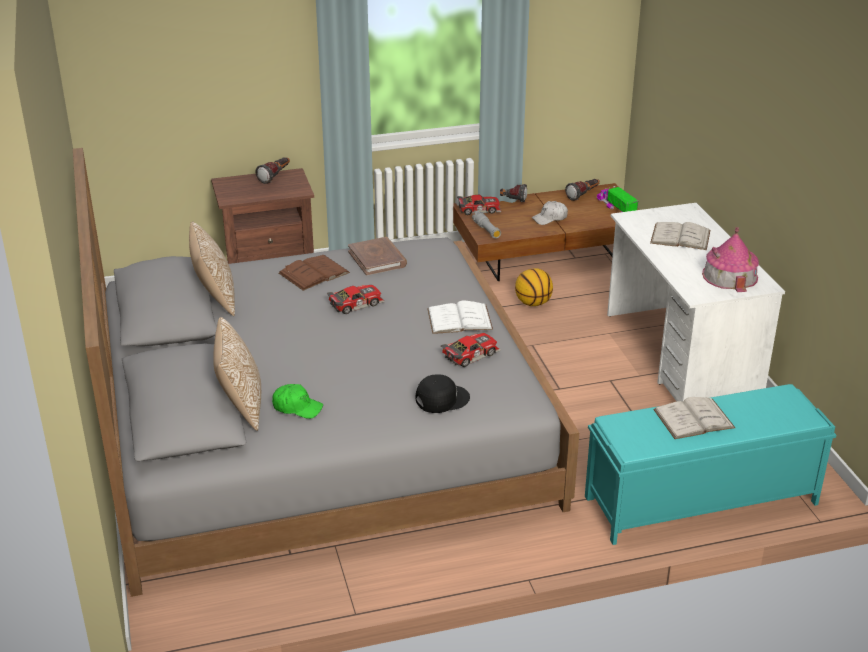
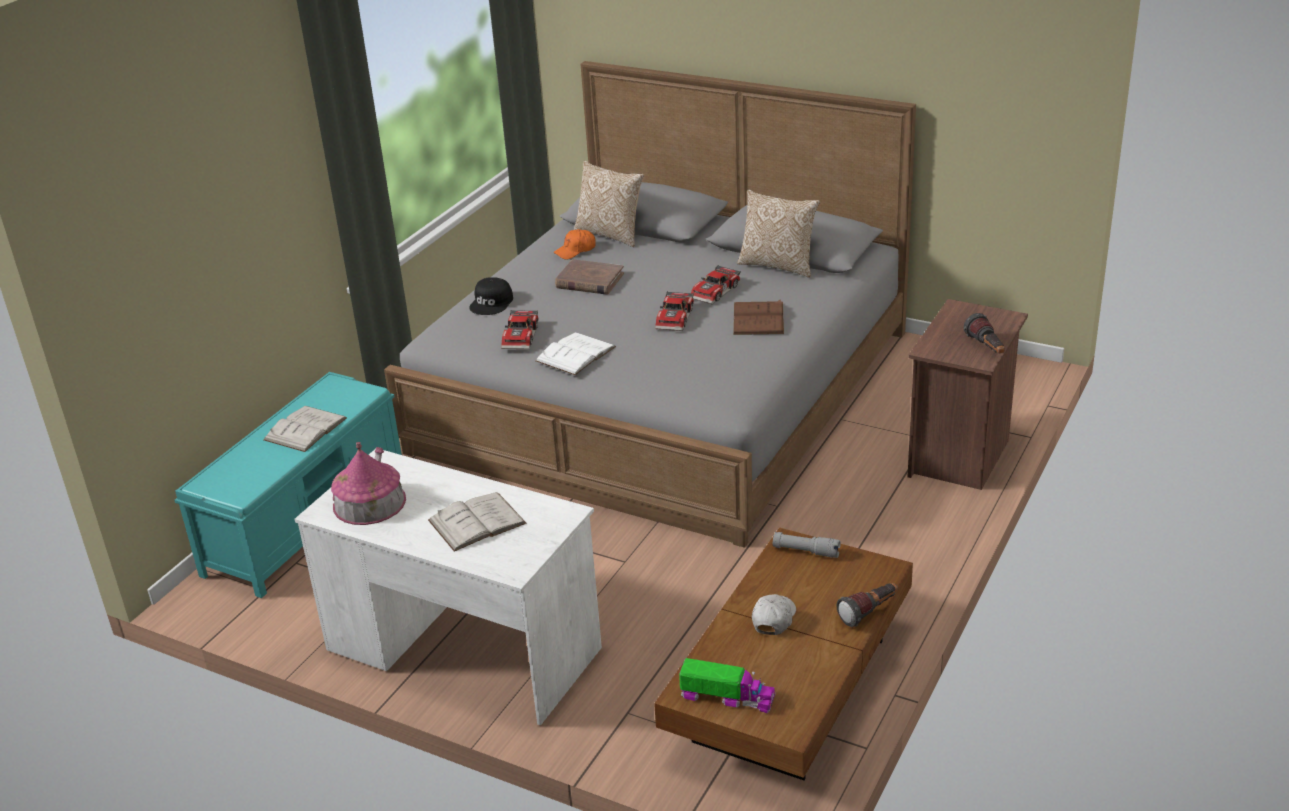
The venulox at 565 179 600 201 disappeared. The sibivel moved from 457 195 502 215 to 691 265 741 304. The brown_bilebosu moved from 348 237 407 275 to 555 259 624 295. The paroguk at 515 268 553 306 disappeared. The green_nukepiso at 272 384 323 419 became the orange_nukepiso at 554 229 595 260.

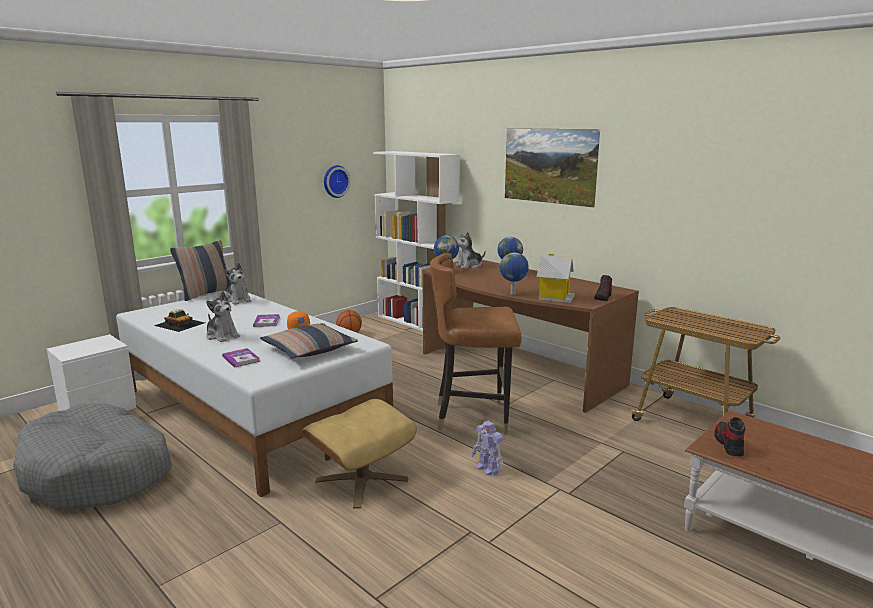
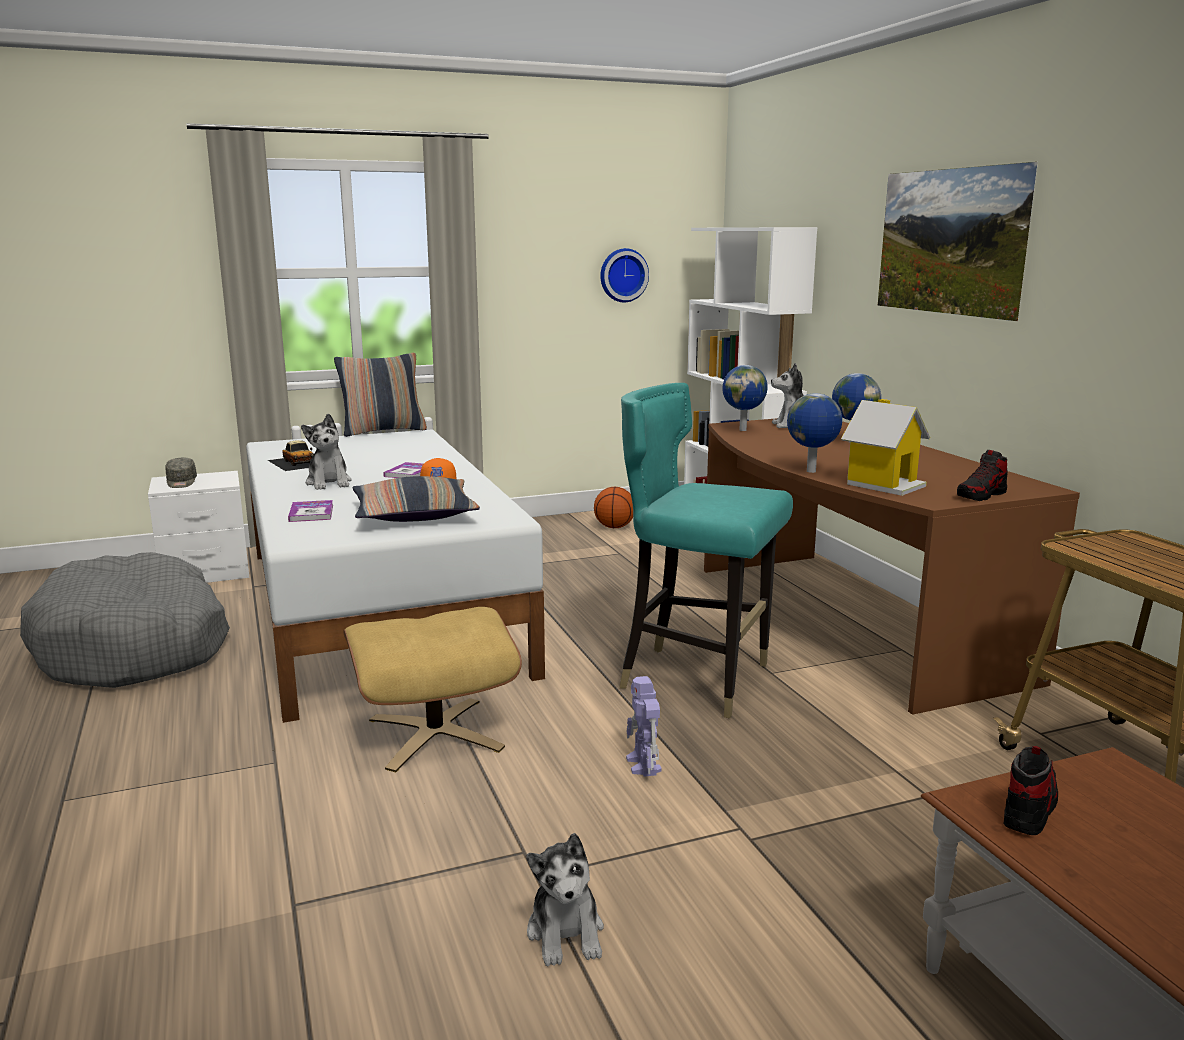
The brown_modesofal at 430 253 522 434 became the turquoise_modesofal at 619 383 793 719. The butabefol moved from 224 263 252 305 to 527 833 604 967. The grey_nukepiso at 166 458 197 488 appeared.

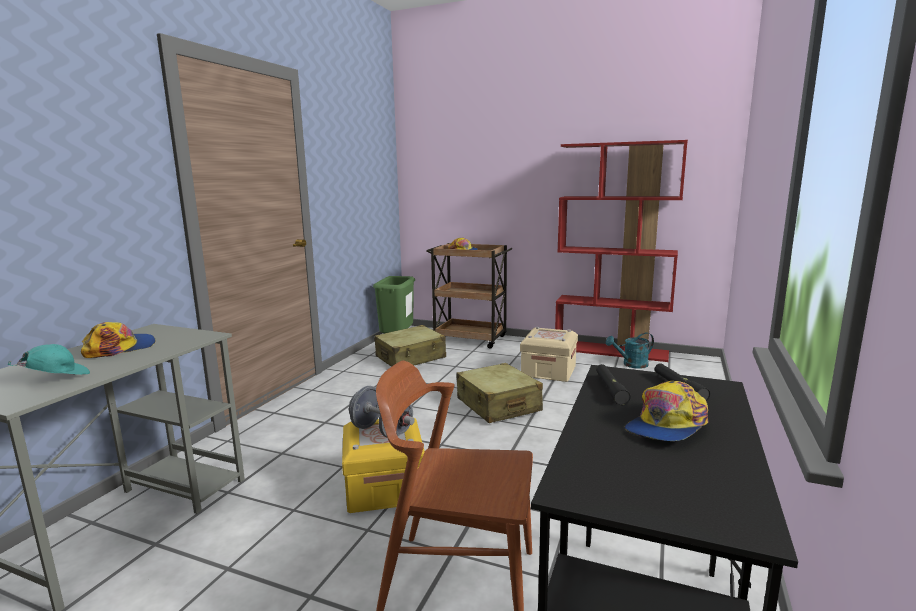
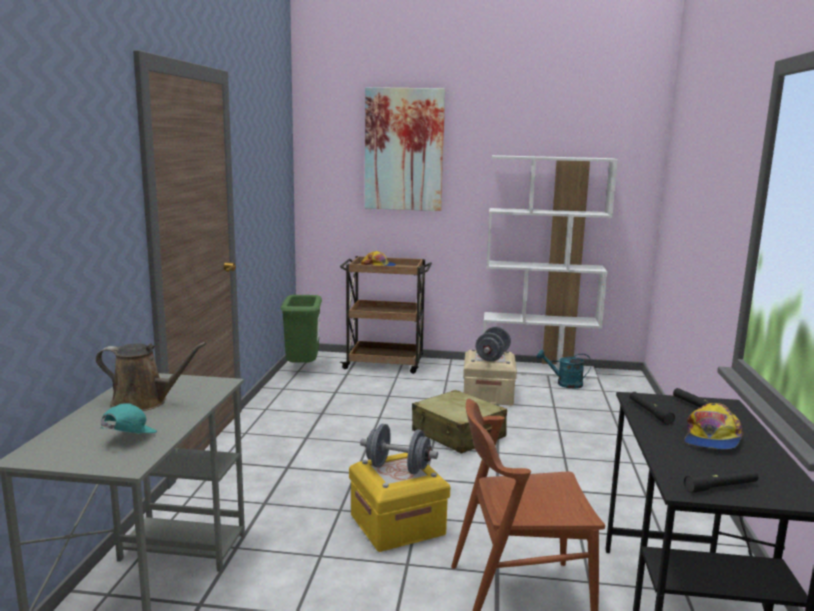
The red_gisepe at 555 140 688 362 became the white_gisepe at 483 155 618 379. The nukepiso at 81 322 156 358 was replaced by the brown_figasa at 96 342 207 411. The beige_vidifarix at 374 325 446 367 disappeared. The turquoise_figasa at 606 332 654 369 turned 45 degrees clockwise. The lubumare at 365 87 445 211 appeared. The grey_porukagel at 476 326 511 361 appeared. The black_venulox at 684 470 759 493 appeared.

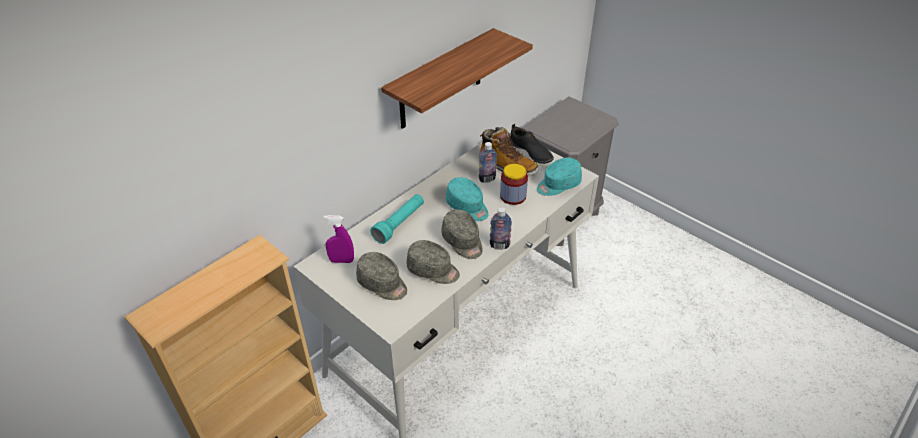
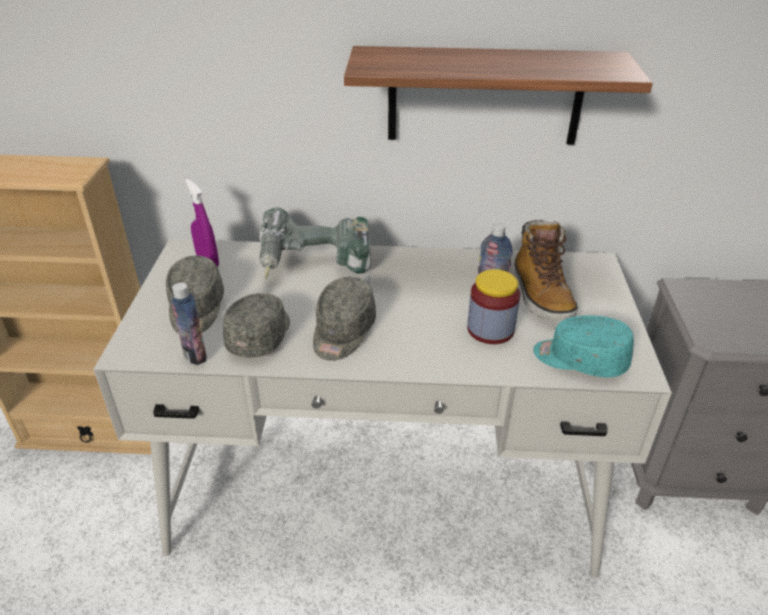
The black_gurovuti at 509 124 554 164 disappeared. The turquoise_nukepiso at 446 177 488 221 disappeared. The turquoise_venulox at 370 194 424 244 was replaced by the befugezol at 259 207 371 284. The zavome moved from 490 207 512 250 to 171 283 207 365. The grey_nukepiso at 407 240 460 284 turned 150 degrees counterclockwise.

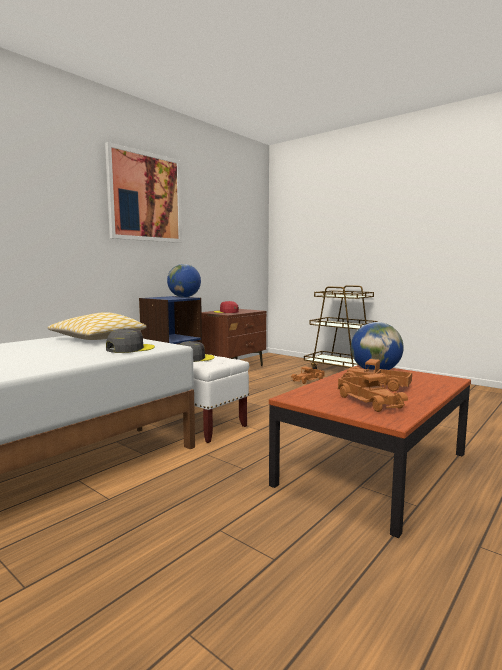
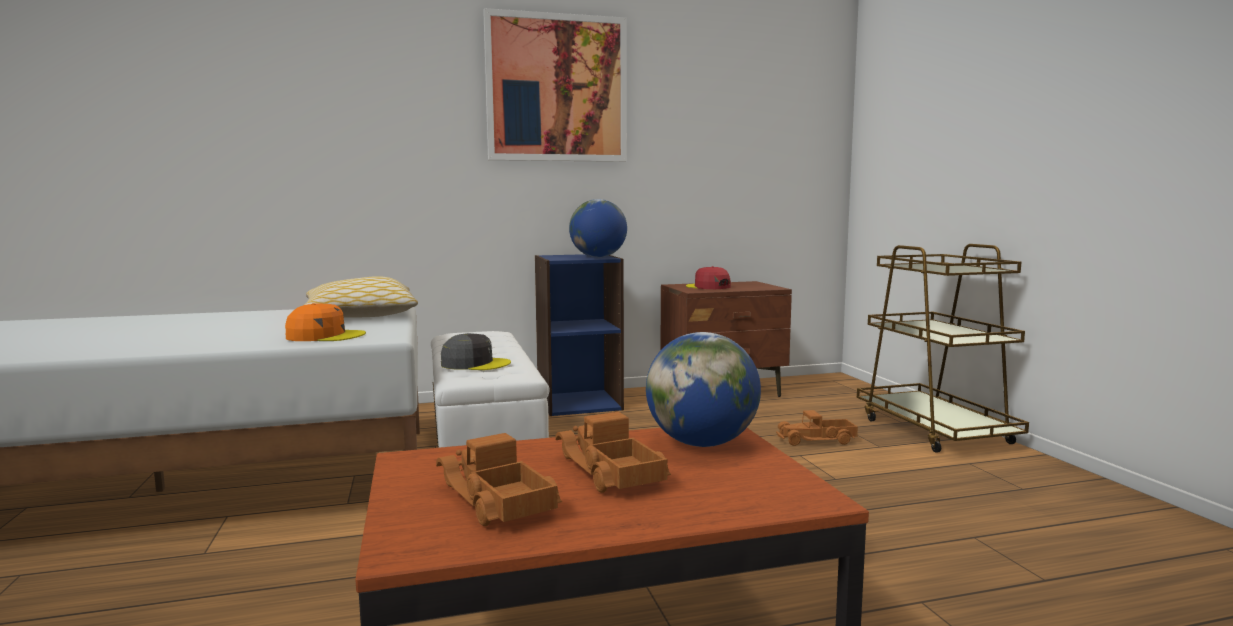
The grey_nukepiso at 106 328 155 353 became the orange_nukepiso at 285 303 366 341. The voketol at 338 374 408 412 turned 135 degrees clockwise.

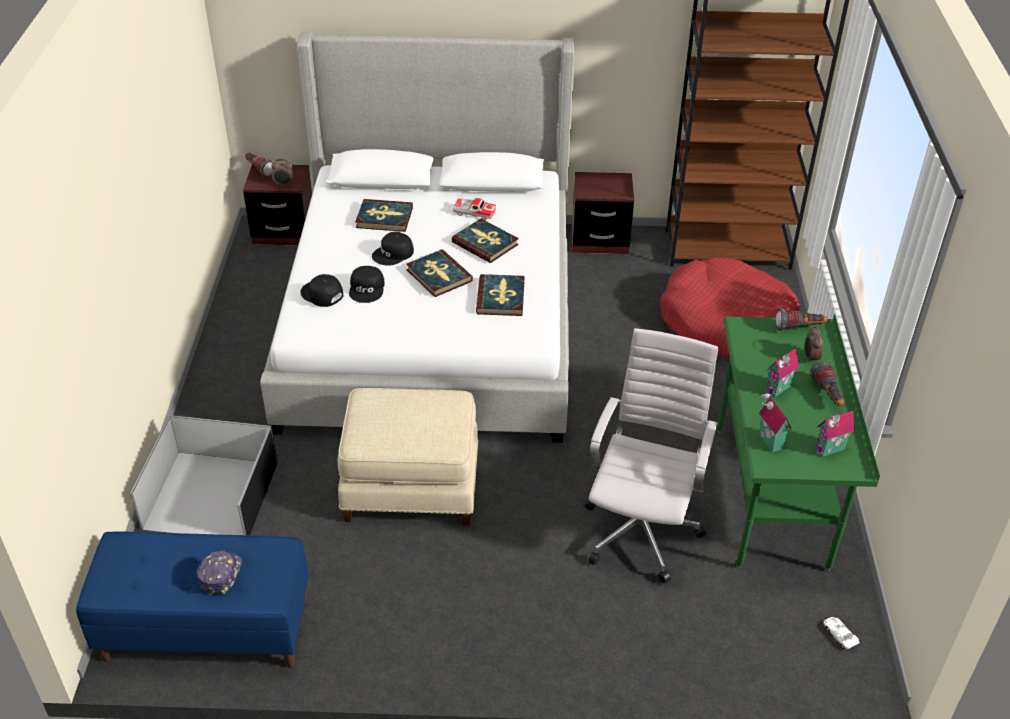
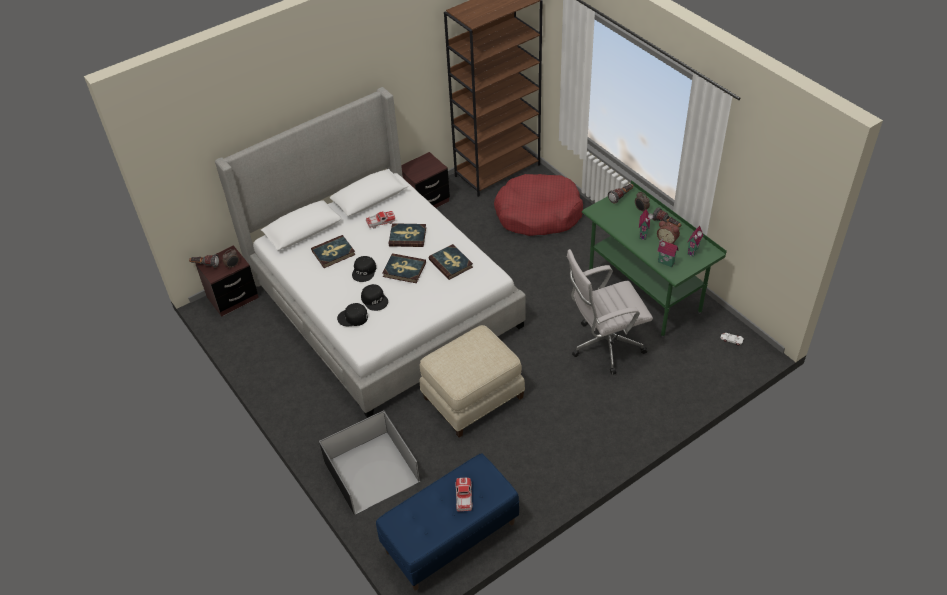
The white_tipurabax at 585 328 718 584 turned 90 degrees counterclockwise. The nukepiso at 196 550 242 595 was replaced by the sibivel at 456 478 473 511. The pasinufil at 657 221 680 244 appeared.

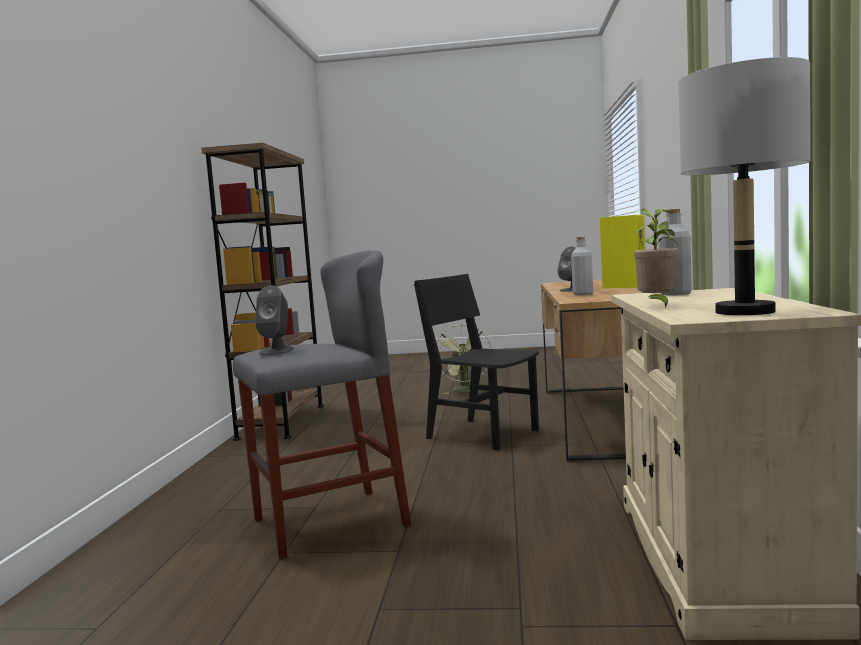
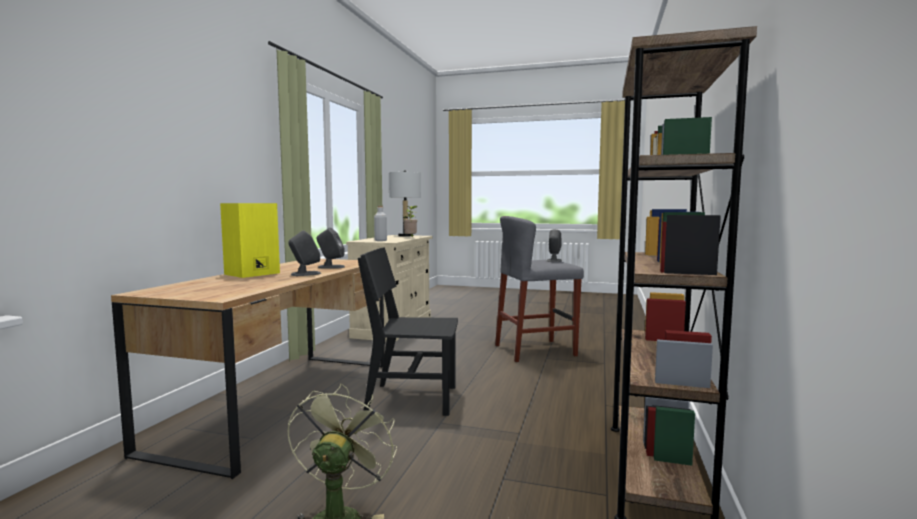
The grey_zavome at 571 237 593 295 was replaced by the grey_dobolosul at 317 228 345 269. The black_modesofal at 414 274 539 451 turned 135 degrees clockwise.

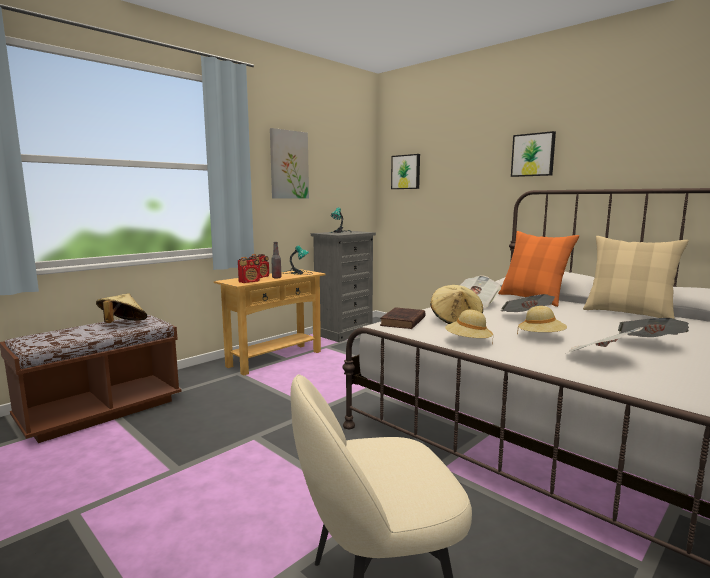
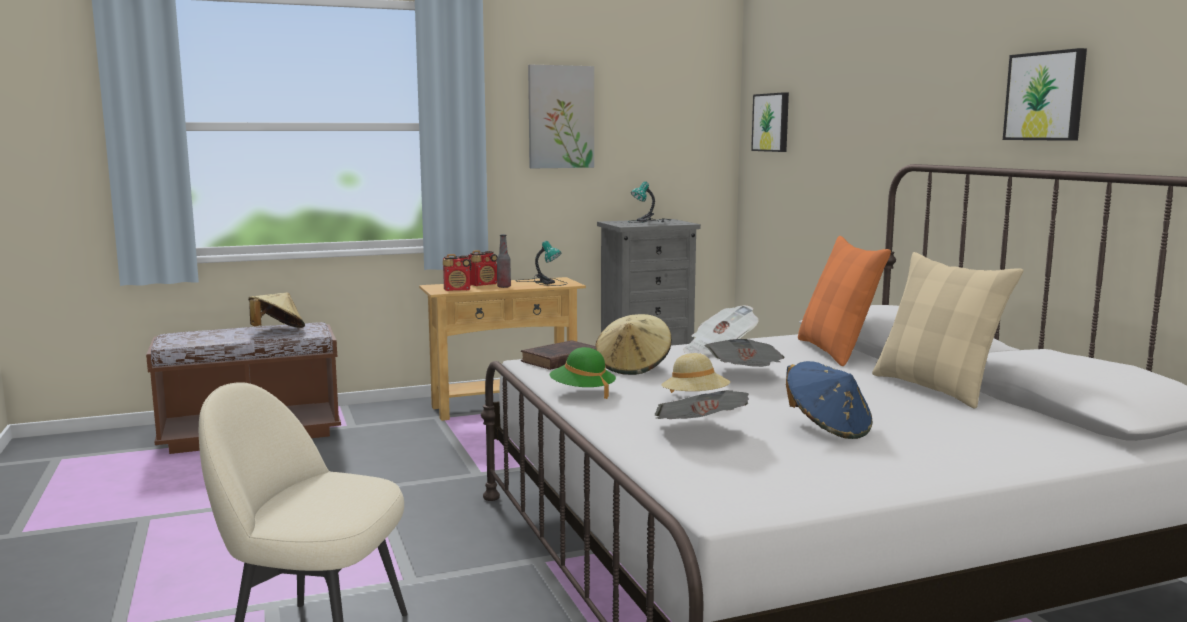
The lubumare moved from 511 131 556 177 to 1003 48 1087 141. The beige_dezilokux at 445 310 493 338 became the green_dezilokux at 550 347 616 399. The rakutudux at 618 318 689 337 was replaced by the blue_dezilokux at 786 361 872 439.

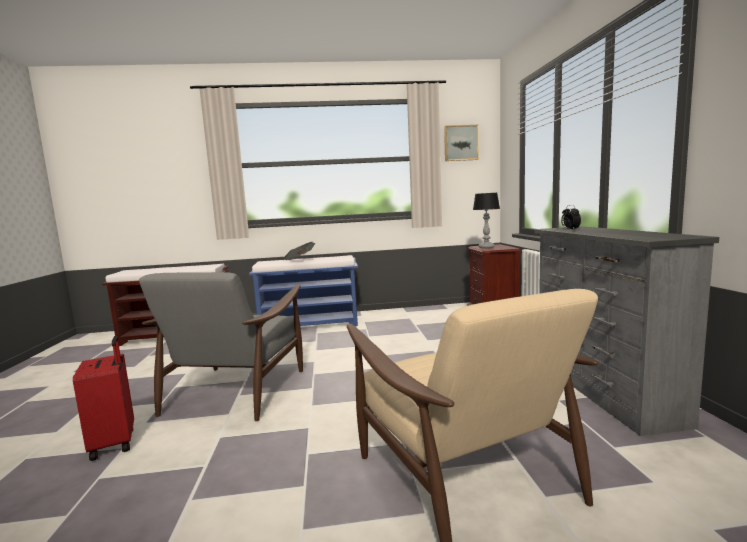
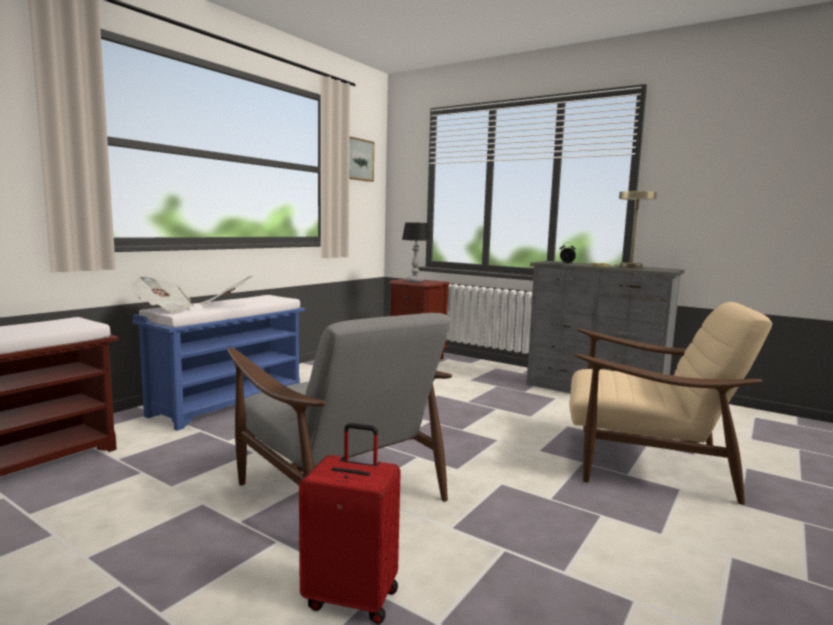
The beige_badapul at 592 191 657 269 appeared. The rakutudux at 131 277 194 313 appeared.

